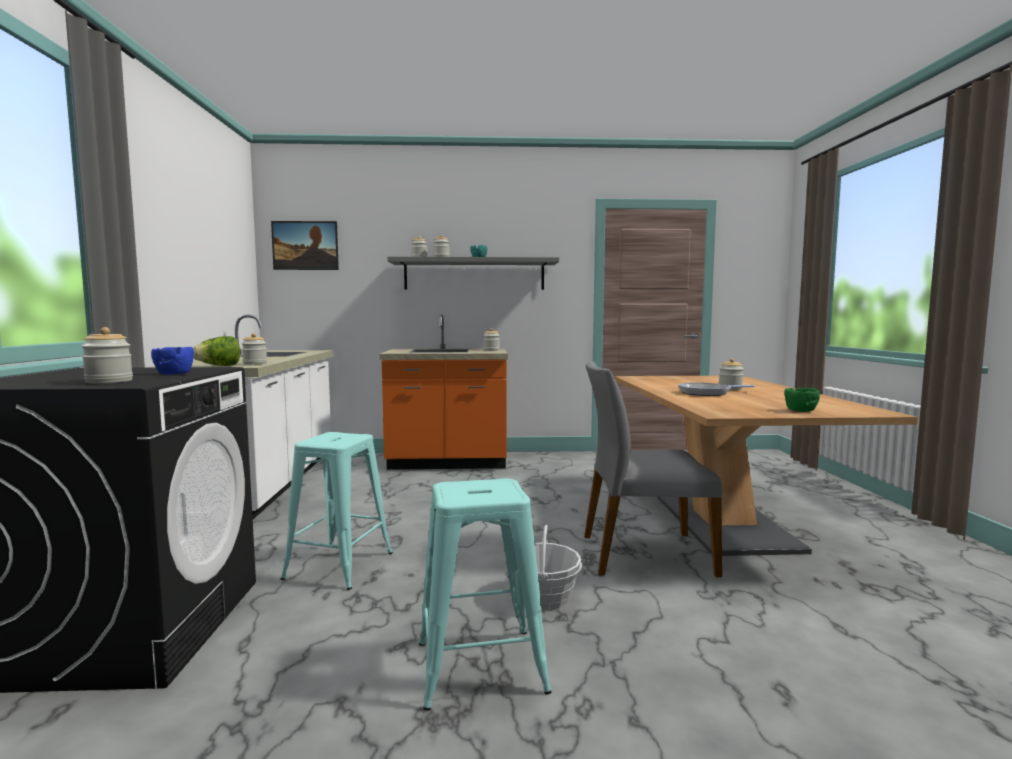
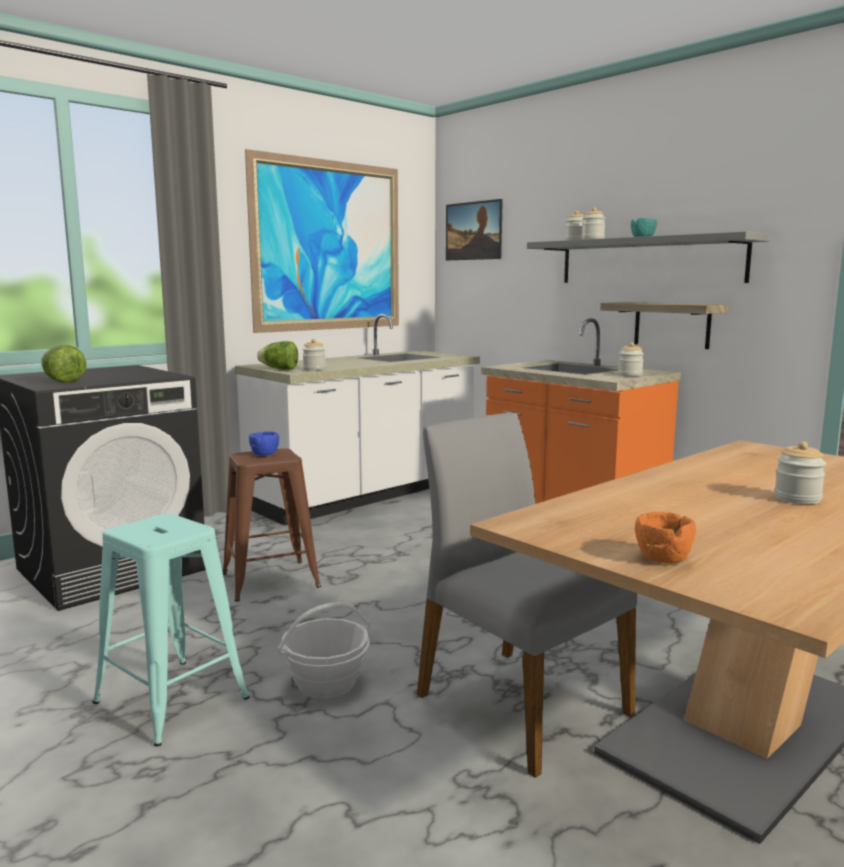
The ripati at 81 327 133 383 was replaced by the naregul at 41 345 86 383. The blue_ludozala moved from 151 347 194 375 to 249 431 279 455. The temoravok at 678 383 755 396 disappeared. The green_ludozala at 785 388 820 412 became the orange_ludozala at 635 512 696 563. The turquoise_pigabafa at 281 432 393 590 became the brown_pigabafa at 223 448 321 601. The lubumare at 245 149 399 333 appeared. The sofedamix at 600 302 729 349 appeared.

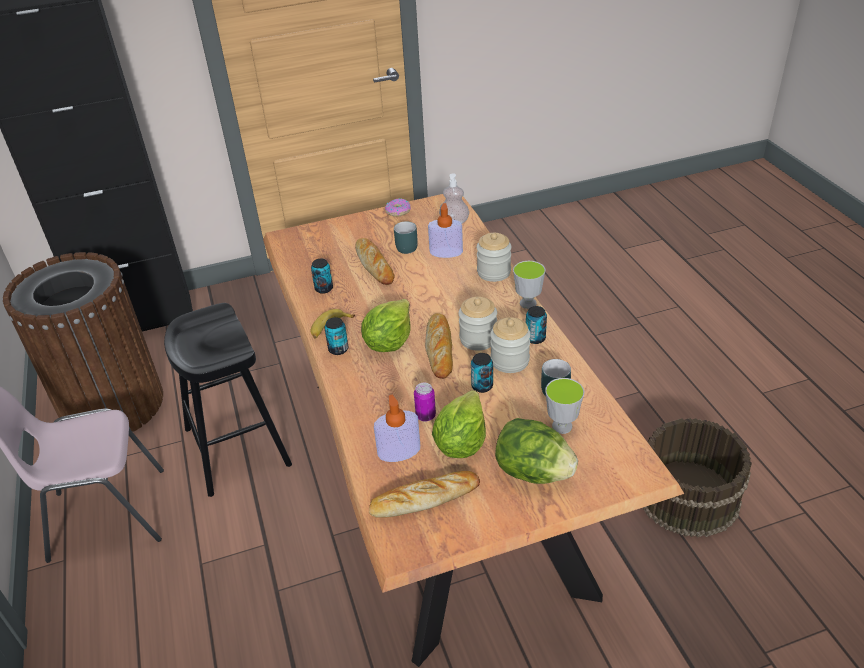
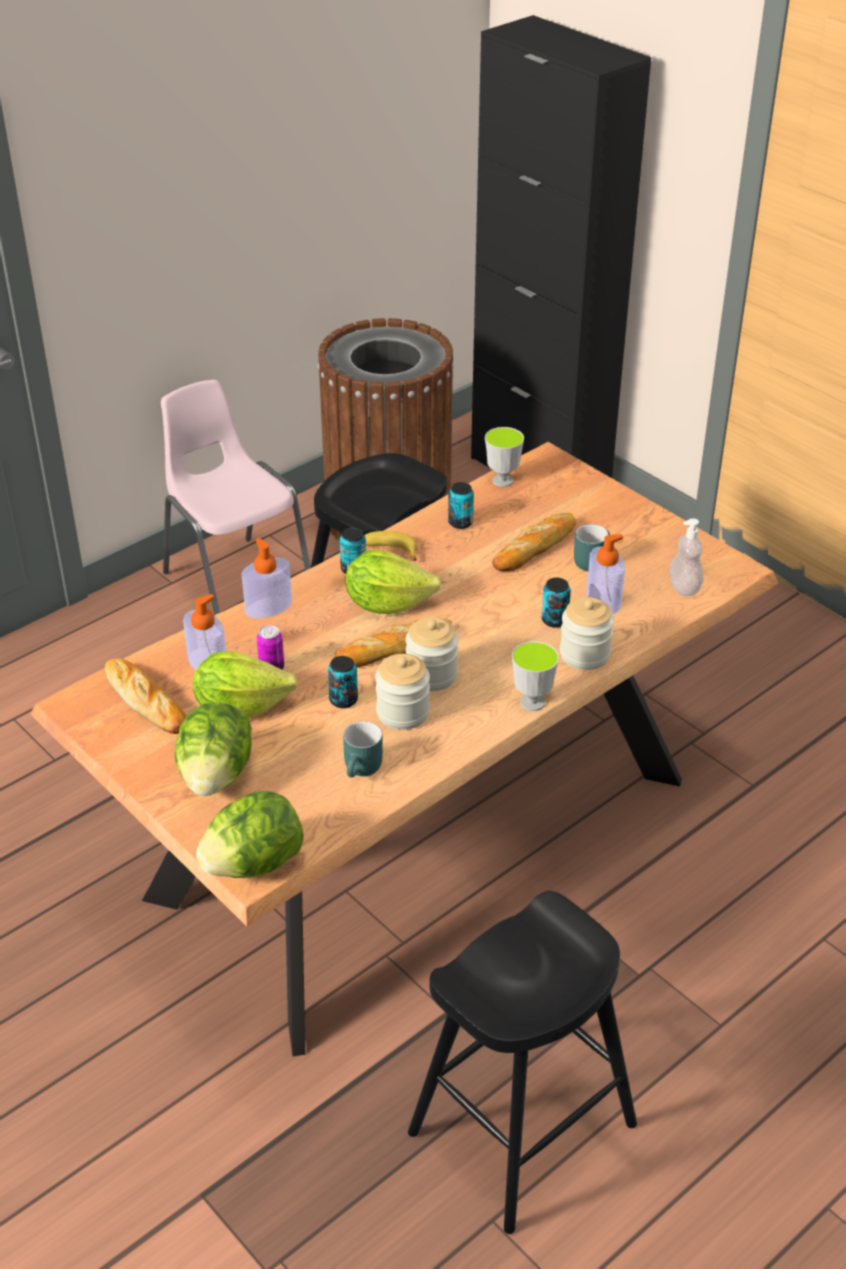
The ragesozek at 385 199 411 217 disappeared. The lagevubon moved from 526 306 547 344 to 542 578 571 628. The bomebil moved from 545 378 585 434 to 485 427 524 487. The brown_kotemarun at 643 418 752 538 was replaced by the black_pigabafa at 408 891 637 1234. The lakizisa at 242 538 292 619 appeared. The naregul at 196 791 304 878 appeared.

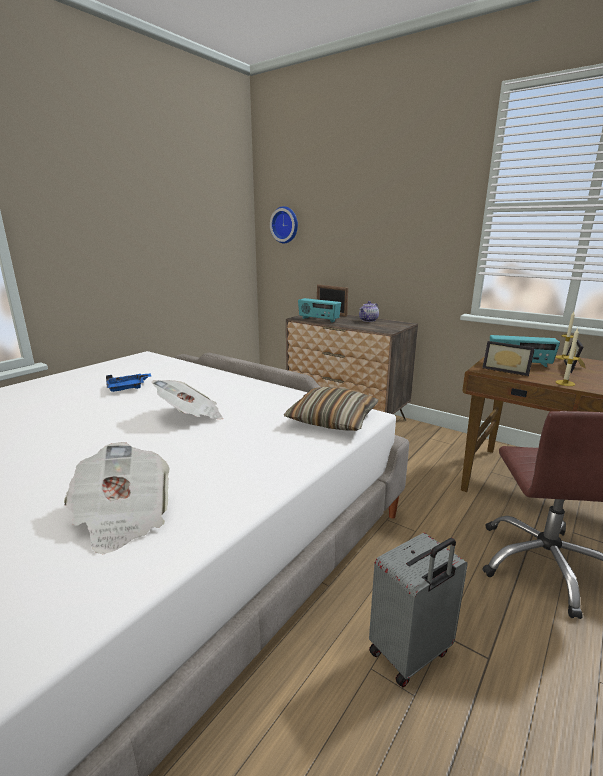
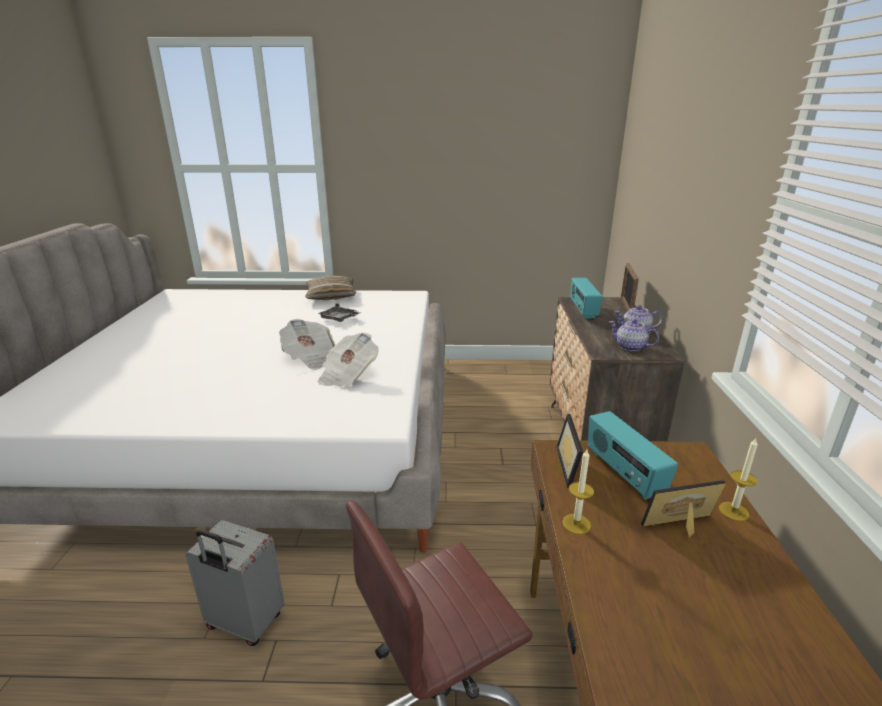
The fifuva at 270 206 298 243 disappeared. The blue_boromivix at 106 373 151 392 became the grey_boromivix at 318 303 362 322. The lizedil moved from 284 387 378 431 to 305 275 356 300. The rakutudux moved from 64 442 170 554 to 318 333 379 387. The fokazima at 609 319 659 351 appeared.

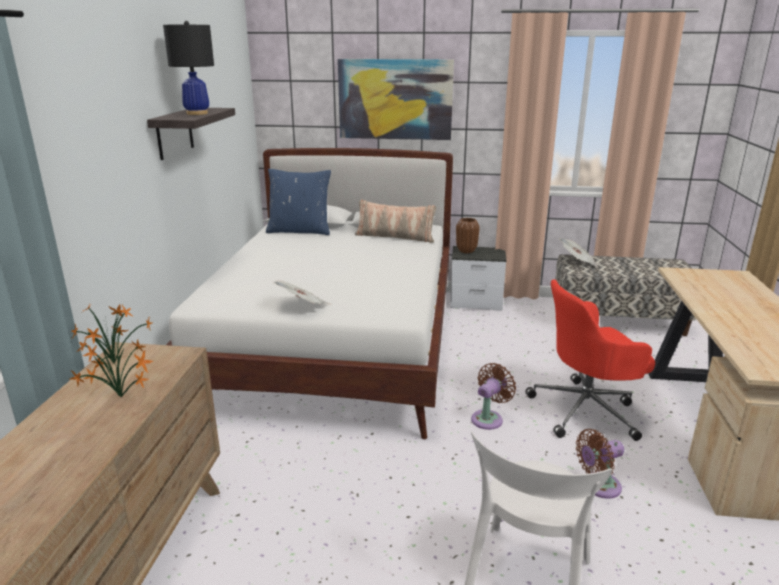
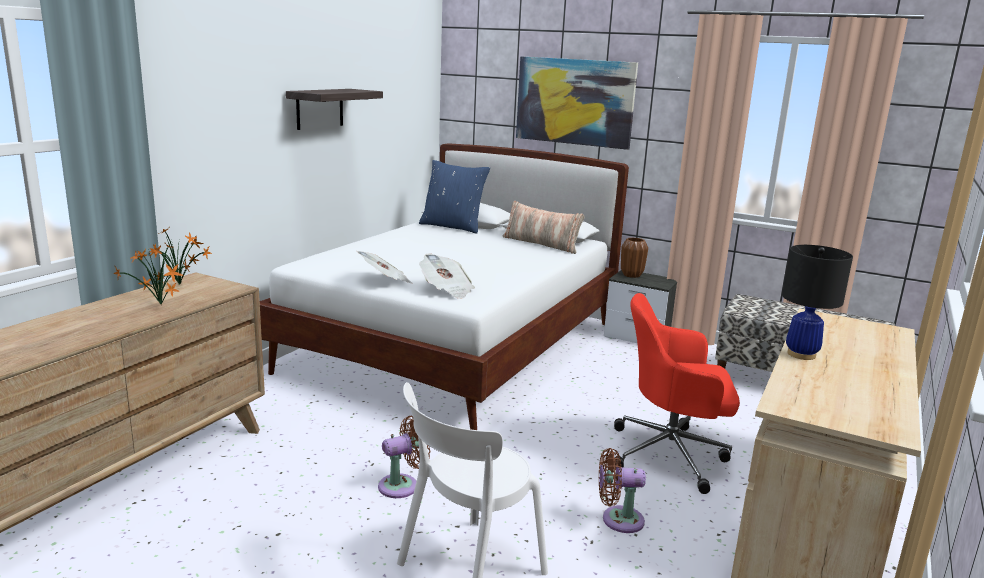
The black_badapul moved from 163 21 214 115 to 782 245 853 360. The rakutudux moved from 559 238 598 267 to 419 253 475 299. The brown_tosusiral moved from 471 363 516 430 to 378 416 430 498.

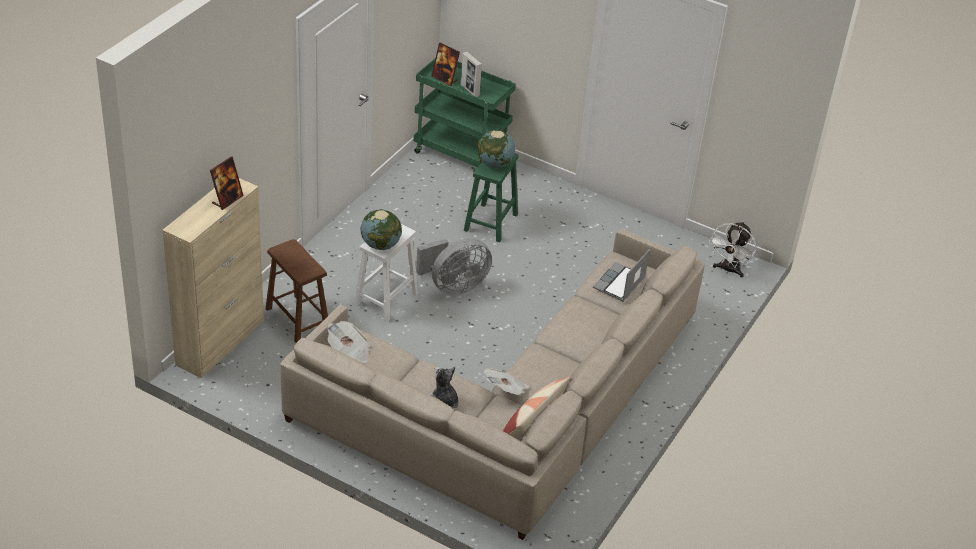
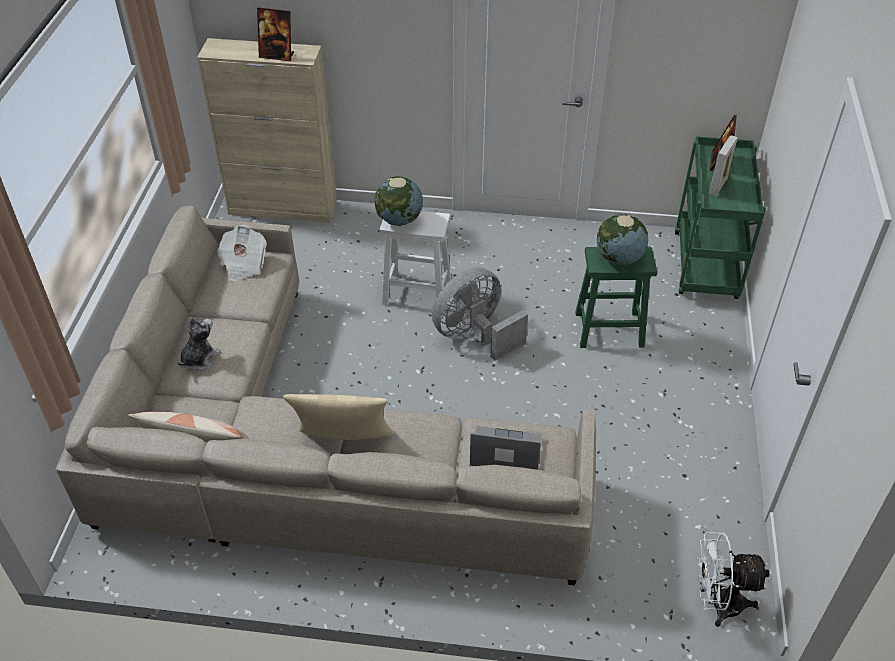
The grey_tosusiral at 416 238 492 295 turned 105 degrees clockwise. The brown_pigabafa at 265 239 328 343 disappeared. The rakutudux at 484 368 529 395 disappeared. The beige_lizedil at 283 394 394 440 appeared.

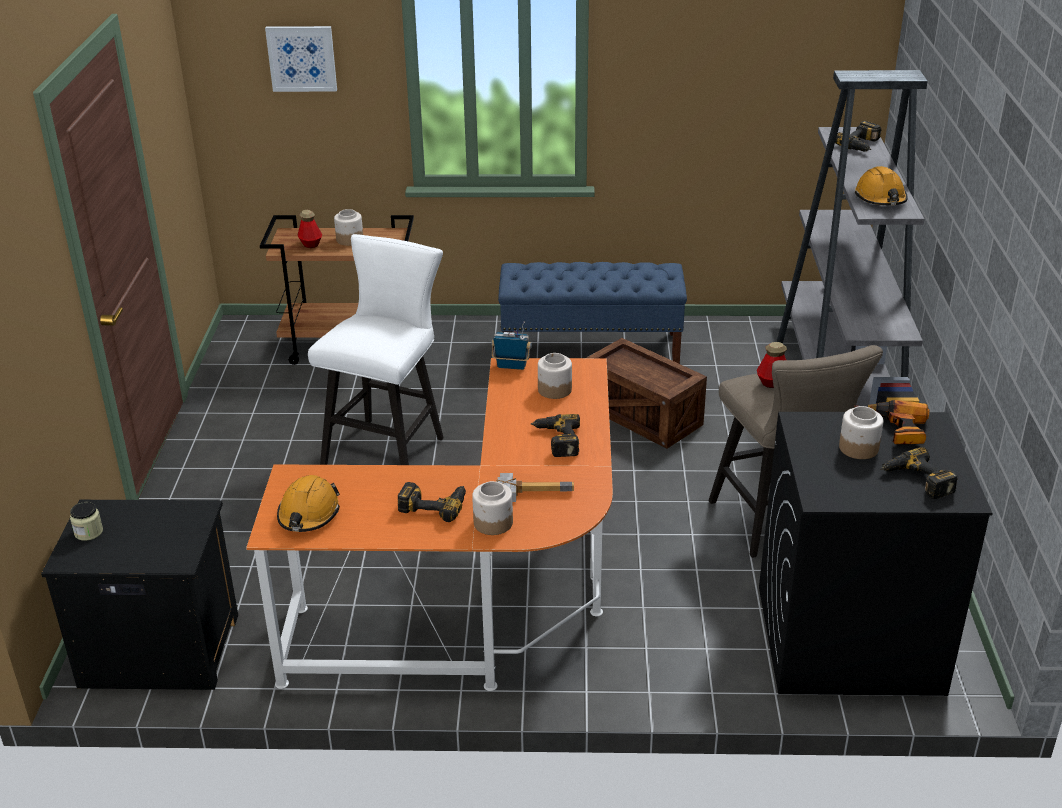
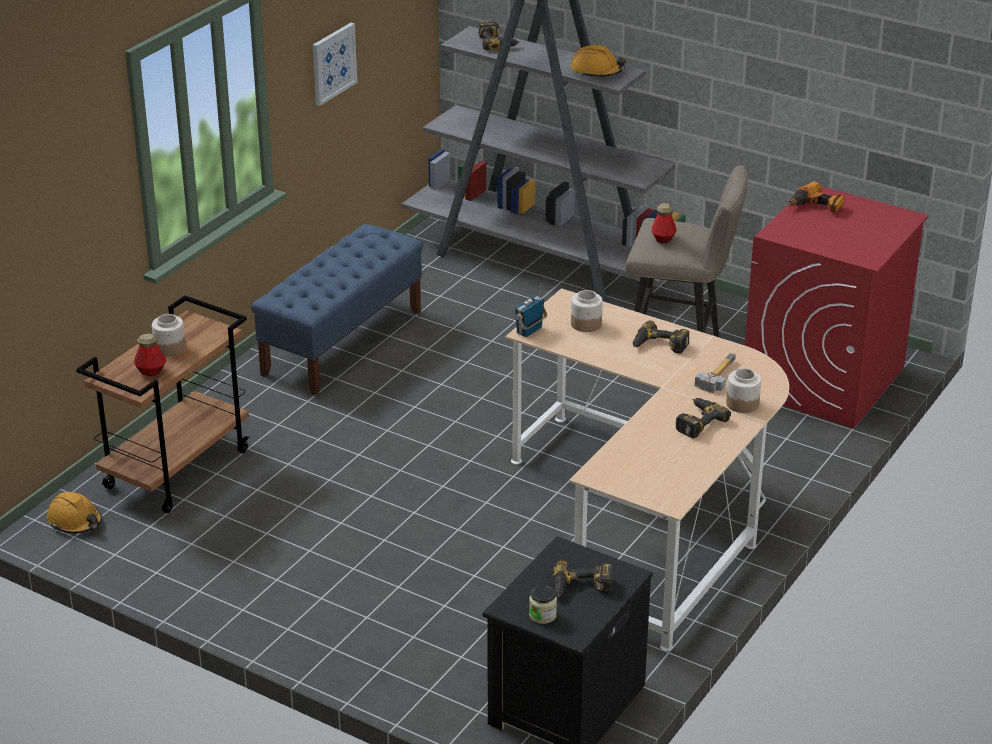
The lubumare moved from 265 26 337 92 to 313 23 357 106. The white_pigabafa at 308 234 444 465 disappeared. The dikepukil at 586 338 707 449 disappeared. The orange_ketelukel at 246 358 613 691 became the beige_ketelukel at 505 288 789 651. The ripati at 839 406 883 459 disappeared. The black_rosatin at 759 412 993 696 became the red_rosatin at 745 186 929 429. The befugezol moved from 880 447 958 499 to 553 560 613 598. The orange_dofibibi moved from 277 475 340 532 to 47 492 102 534.

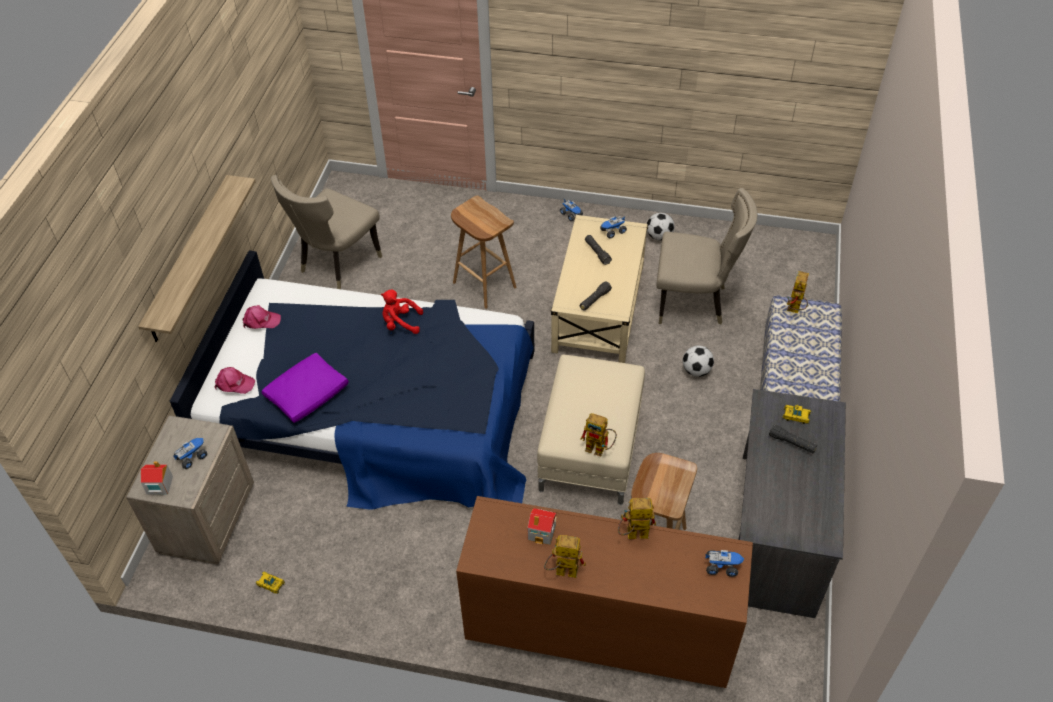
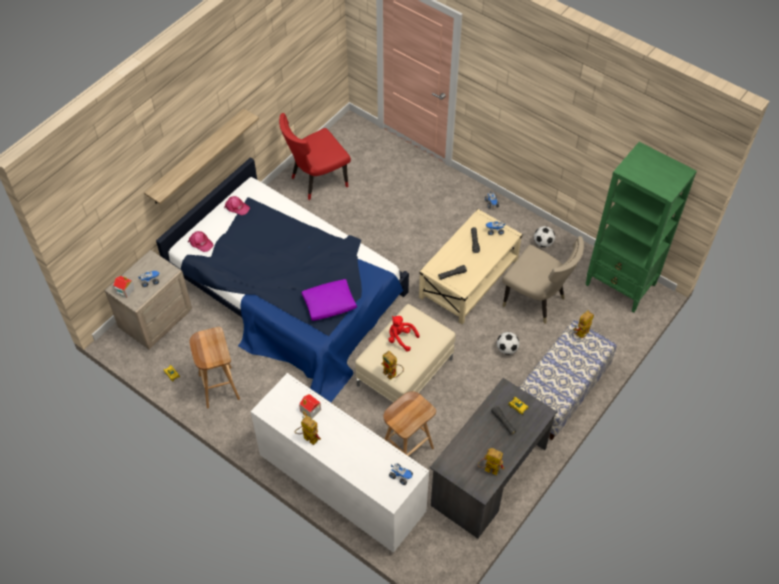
The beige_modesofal at 271 175 382 289 became the red_modesofal at 279 113 351 200. The brown_pigabafa moved from 451 196 517 309 to 190 327 240 408. The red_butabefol moved from 381 289 423 334 to 388 316 420 352. The purple_lizedil moved from 262 353 349 423 to 301 279 357 321. The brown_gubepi at 456 496 753 688 became the white_gubepi at 251 373 429 553. The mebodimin moved from 618 498 656 539 to 478 448 504 476. The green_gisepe at 586 142 697 313 appeared.

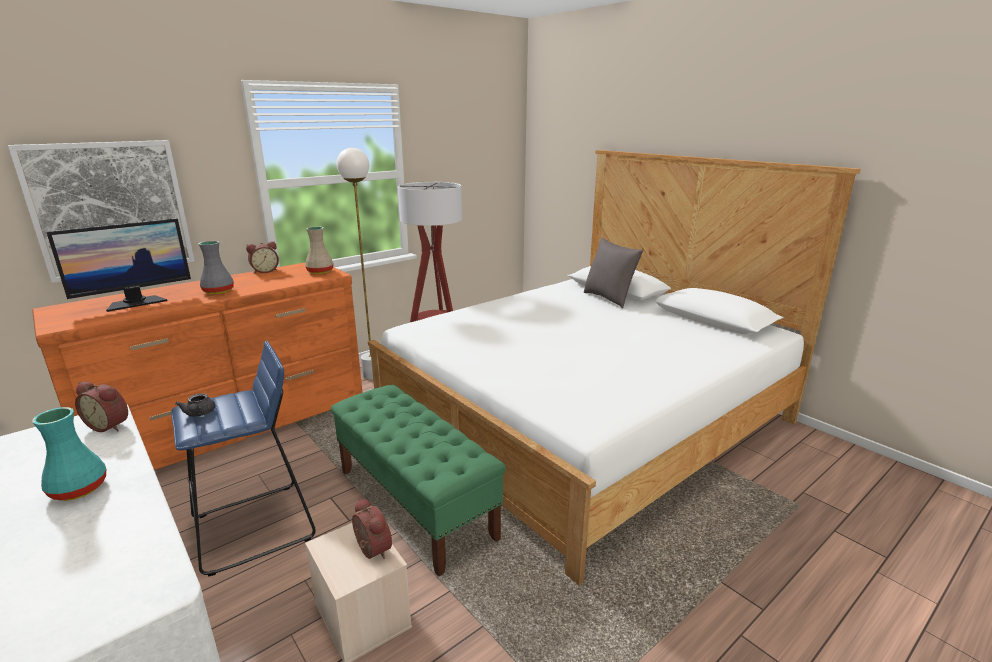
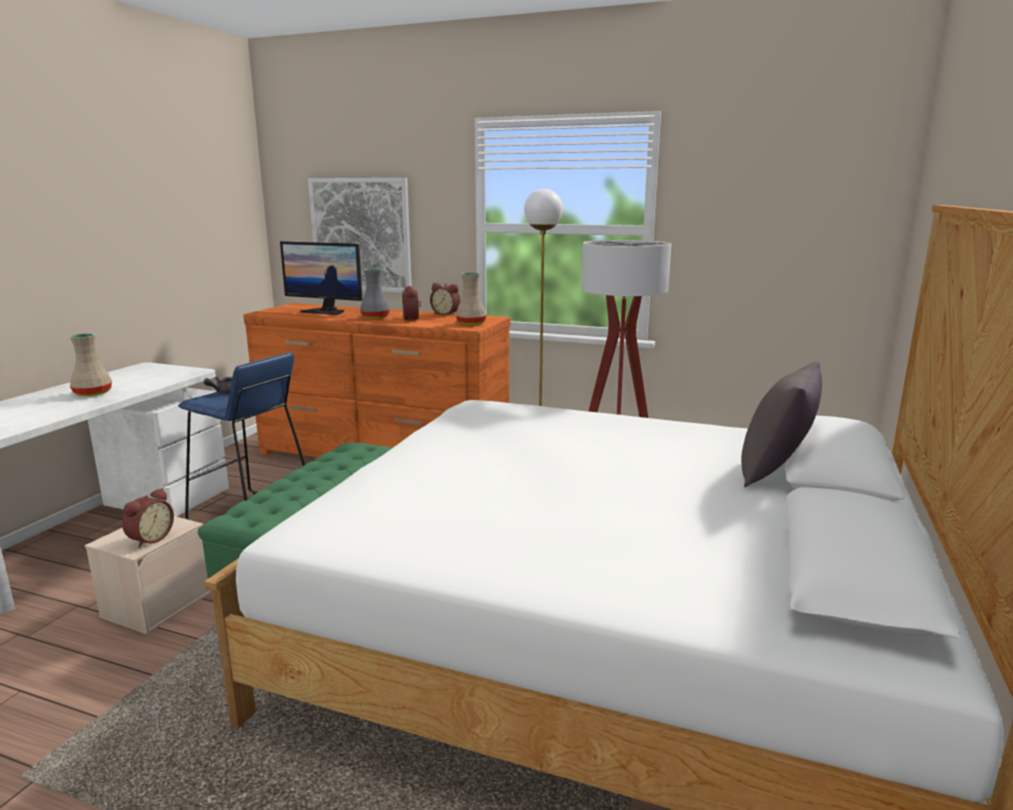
The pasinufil moved from 75 382 128 432 to 402 286 421 322. The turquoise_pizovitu at 32 407 106 501 became the beige_pizovitu at 70 333 112 396.

